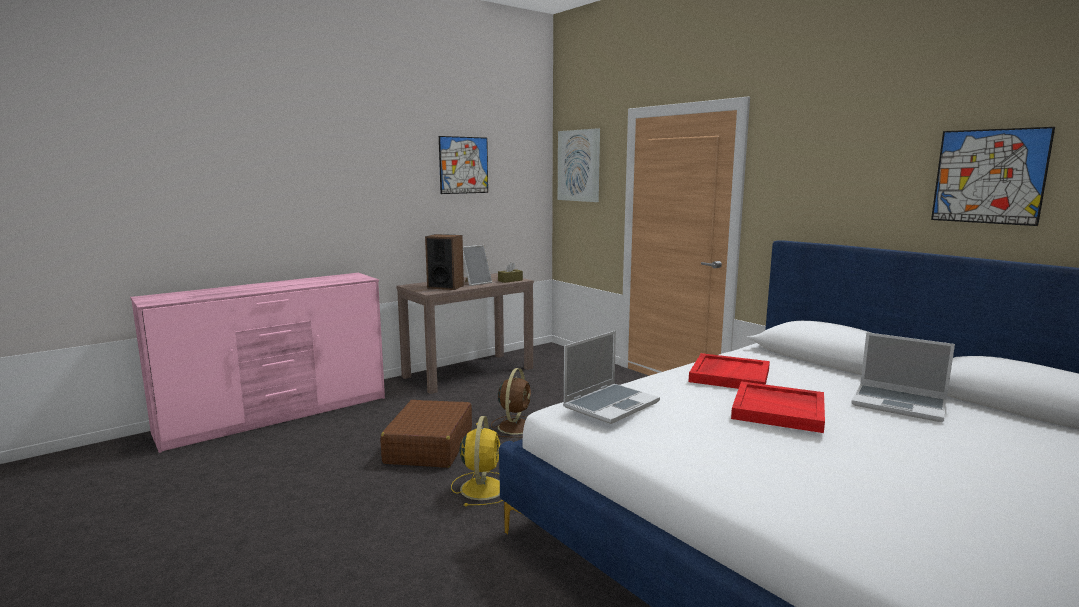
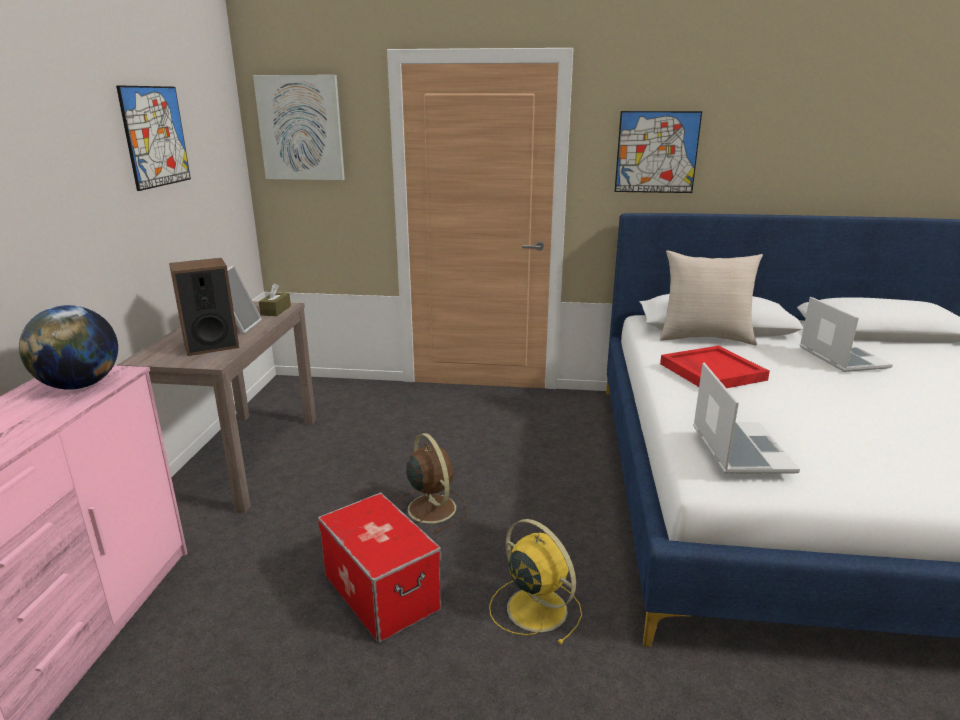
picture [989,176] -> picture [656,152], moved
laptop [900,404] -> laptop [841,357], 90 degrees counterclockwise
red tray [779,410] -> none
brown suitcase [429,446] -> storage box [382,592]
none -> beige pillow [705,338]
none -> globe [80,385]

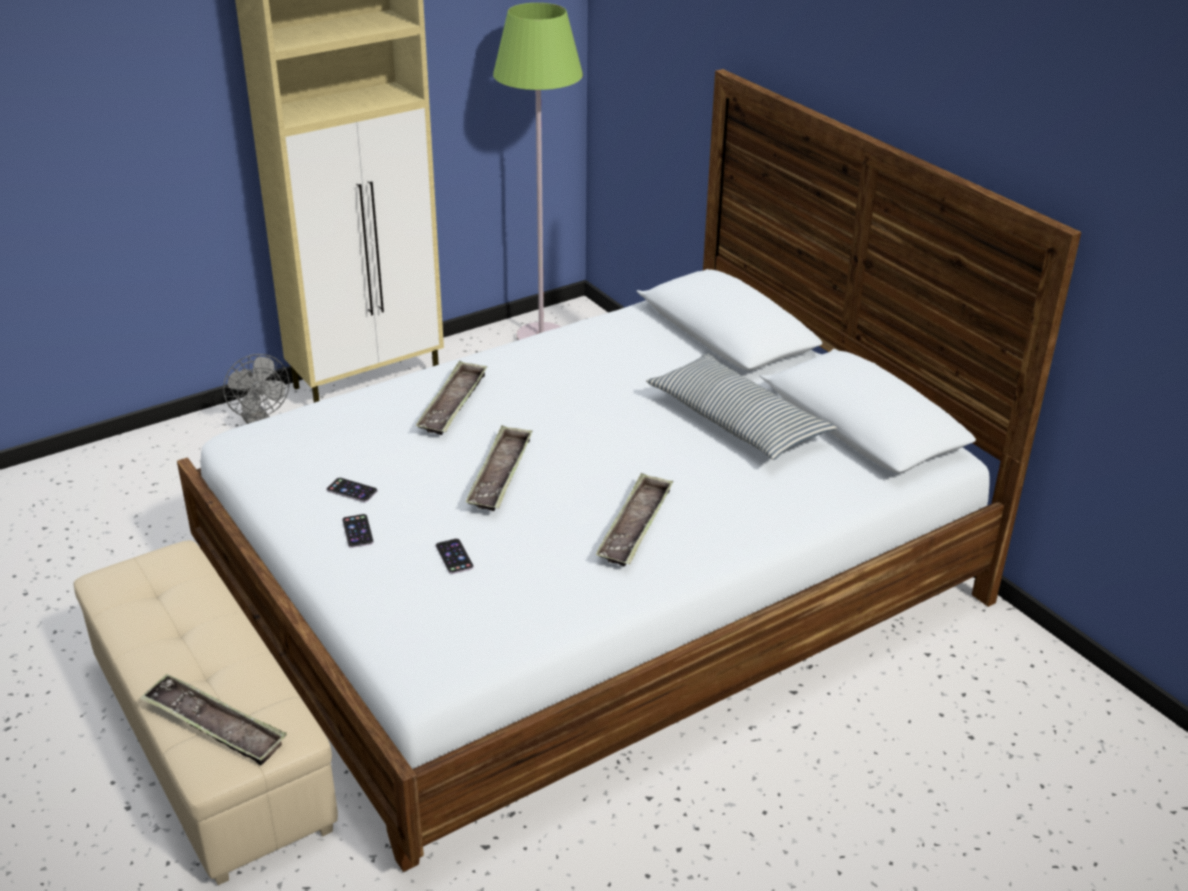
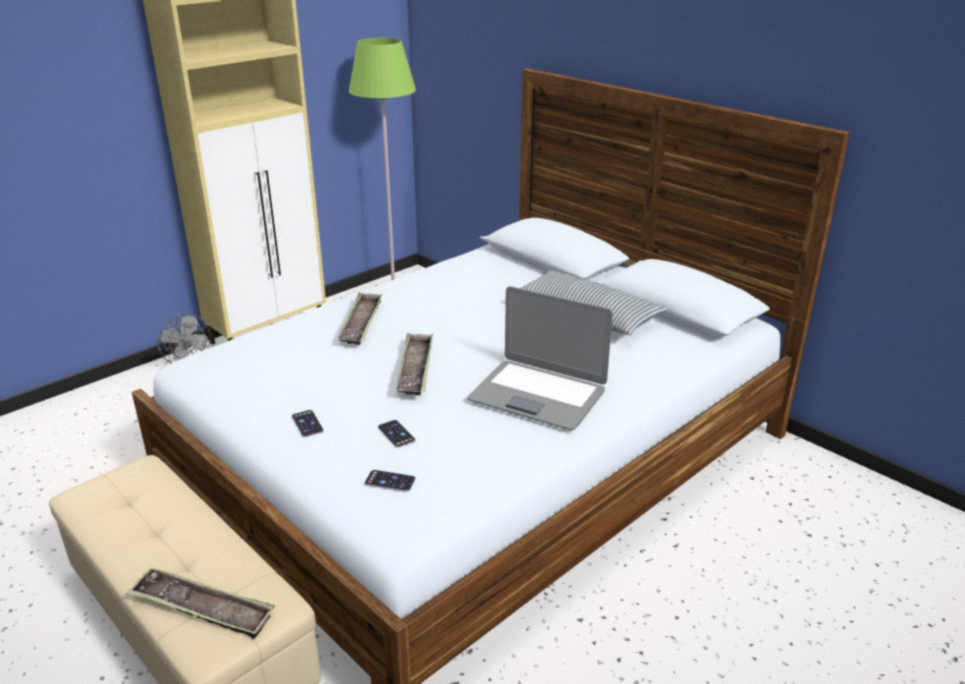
tray [635,526] -> laptop [538,395]
phone [352,490] -> phone [390,481], moved

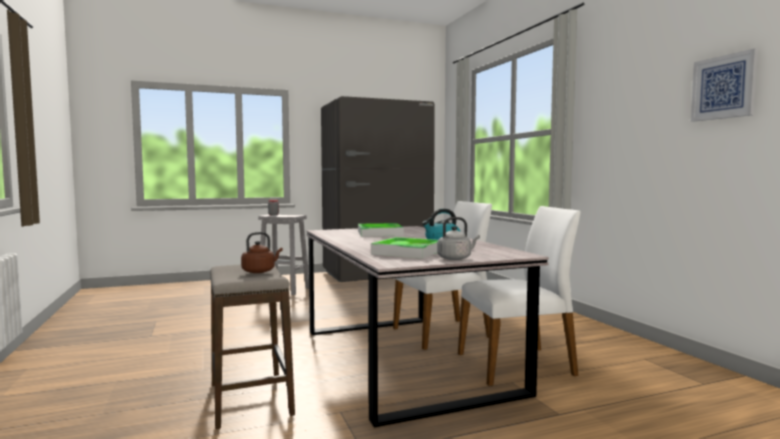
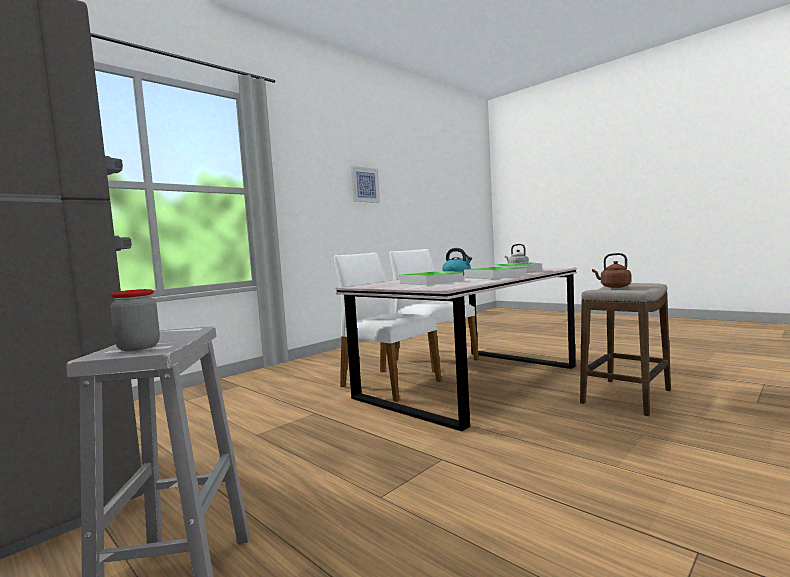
none -> tray [494,276]

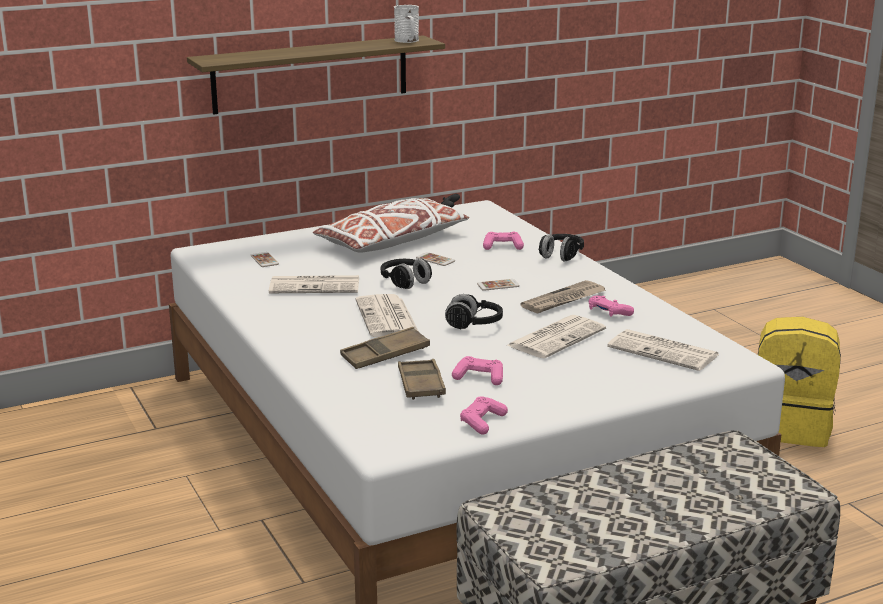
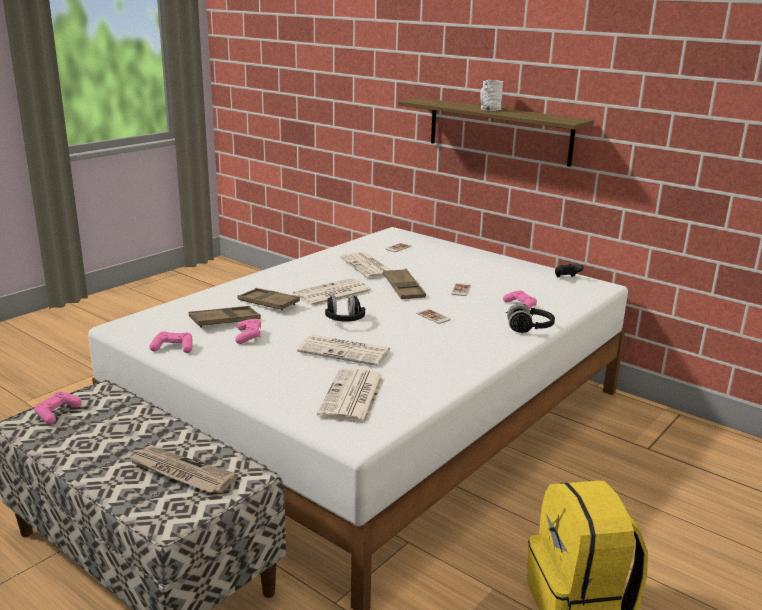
white mug [407,41] -> white mug [488,109], moved
white pillow [392,241] -> none
black headphones [405,282] -> brown tray [403,288]
newspaper [563,300] -> newspaper [180,473], moved
pink game controller [608,312] -> pink game controller [57,413], moved

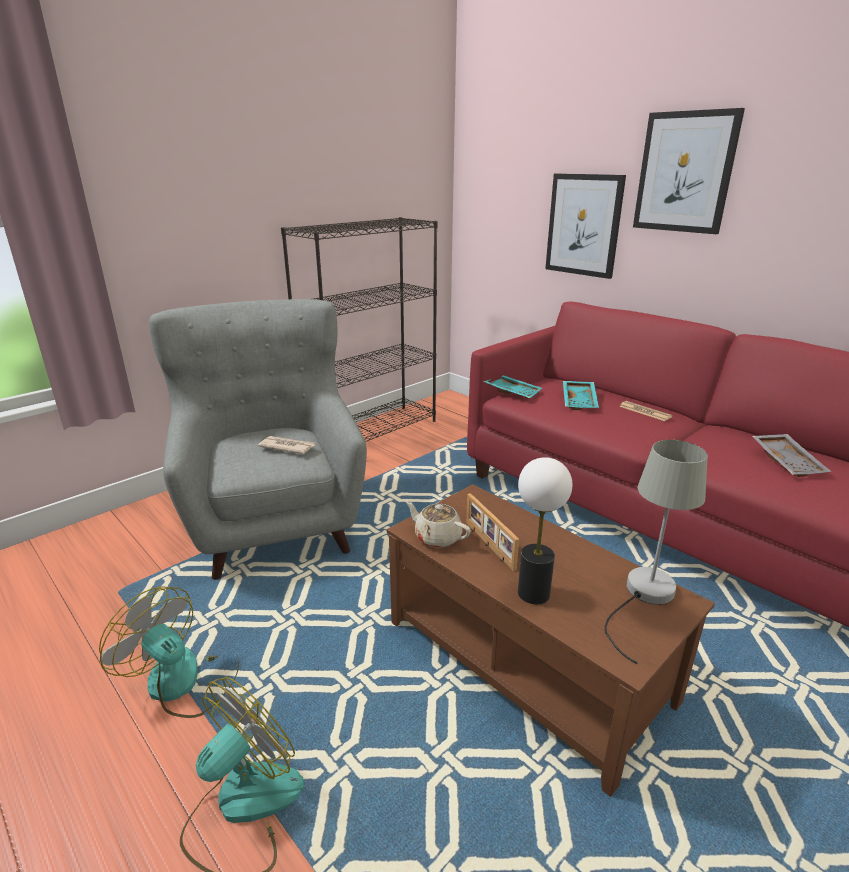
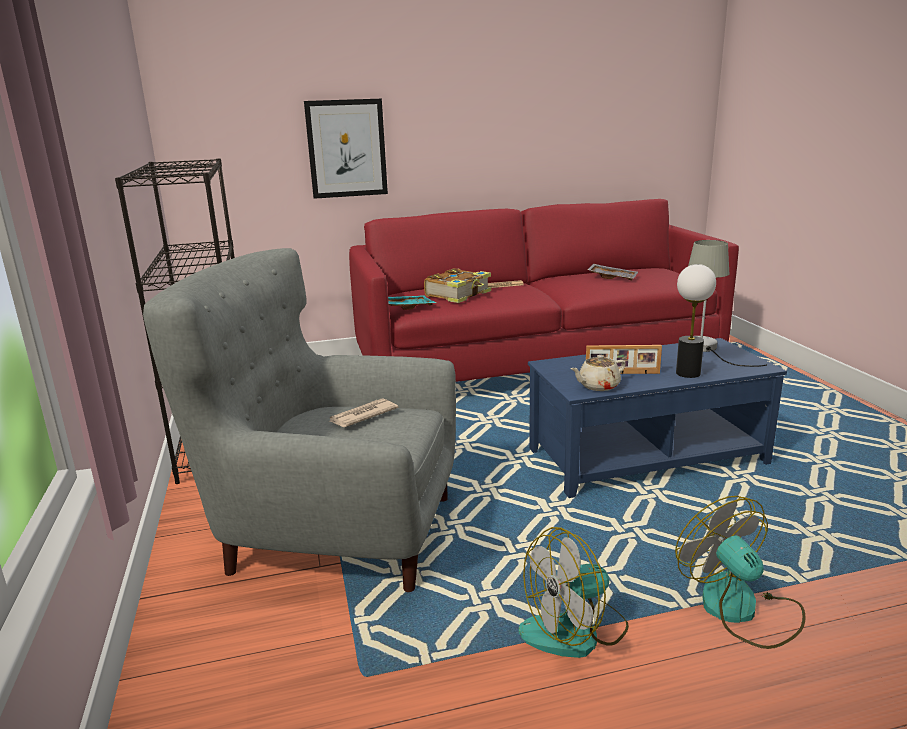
picture [685,172] -> none
turquoise tray [580,401] -> book [459,294]
brown coffee table [527,659] -> blue coffee table [645,455]

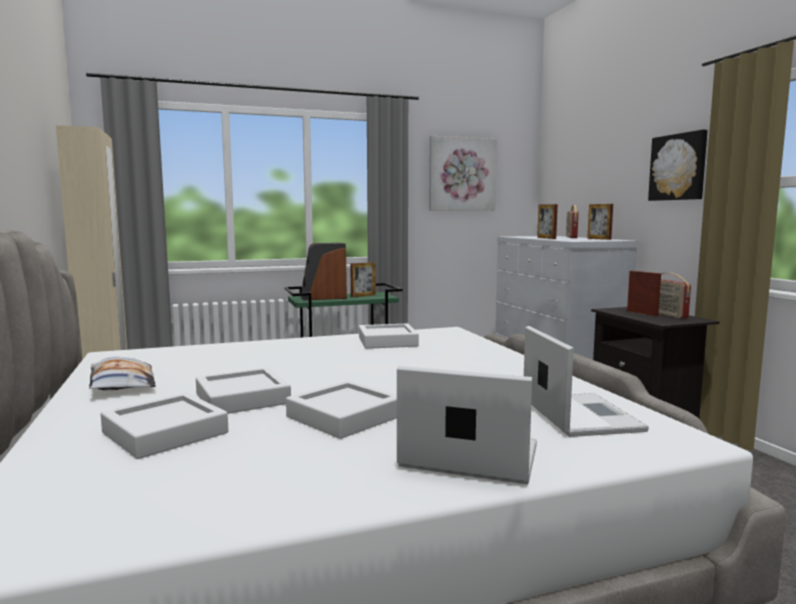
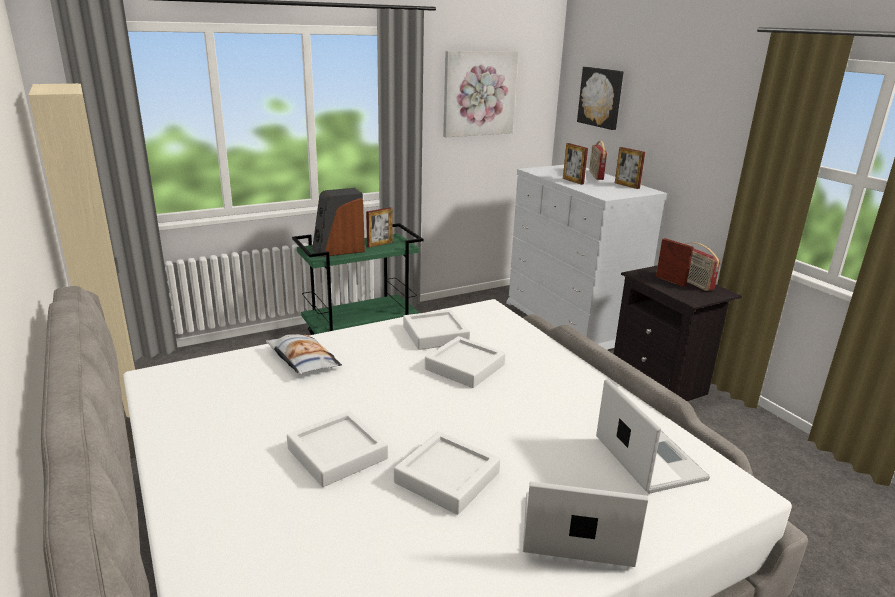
picture [678,167] -> picture [601,97], moved
pillow [121,384] -> pillow [302,360], moved
white tray [165,433] -> white tray [464,367], moved

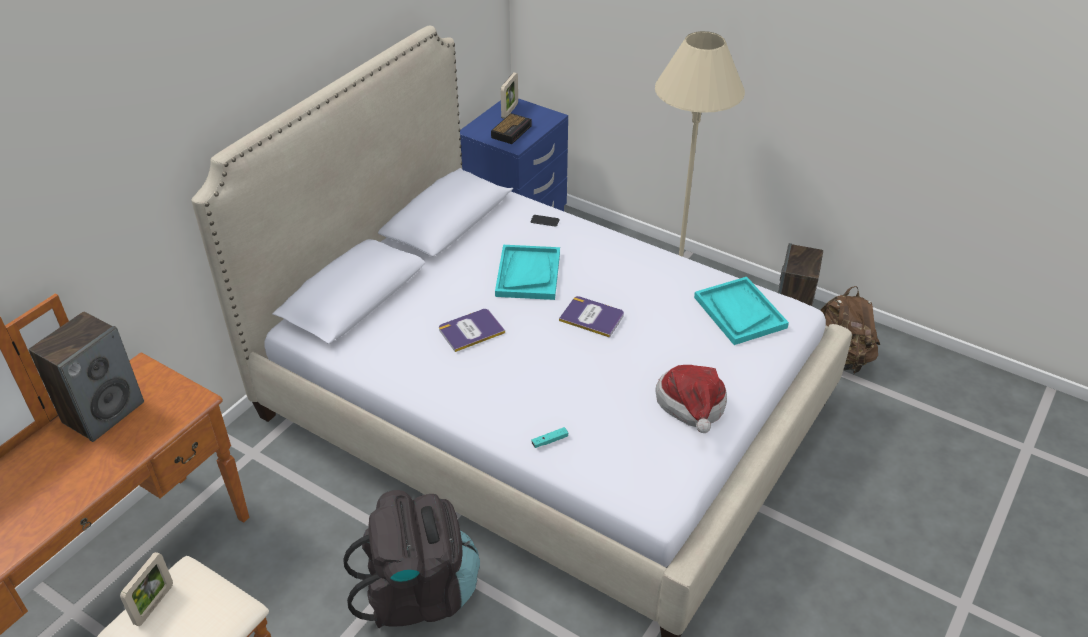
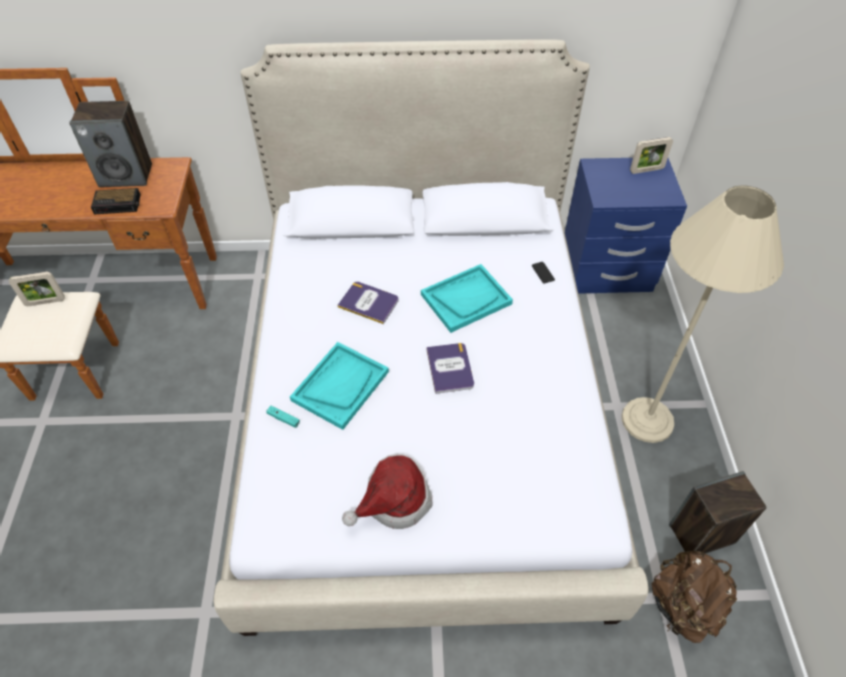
alarm clock [512,131] -> alarm clock [118,204], moved
turquoise tray [739,312] -> turquoise tray [340,386], moved
black backpack [418,593] -> none

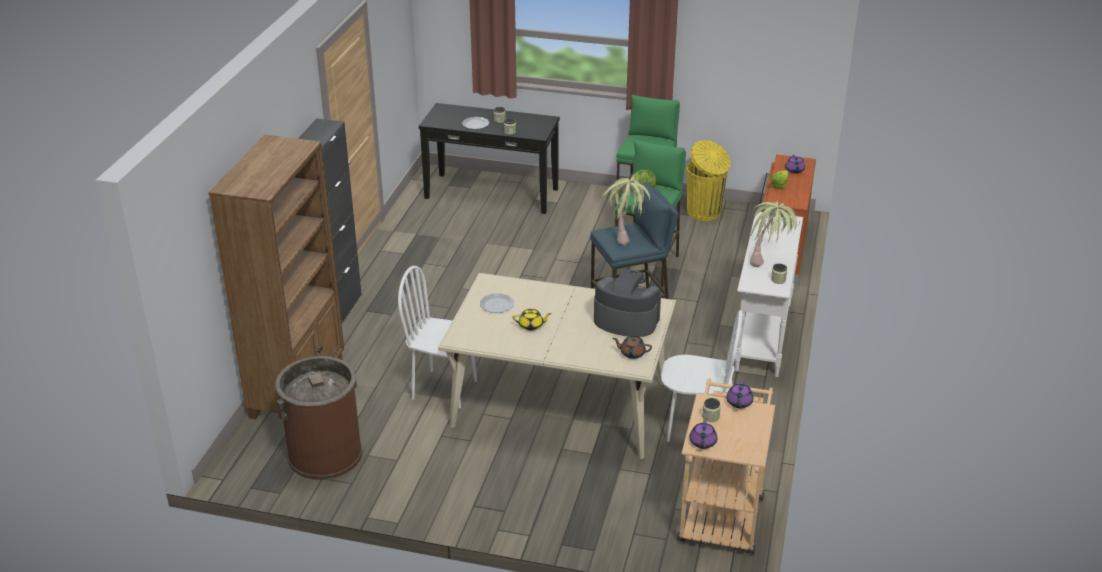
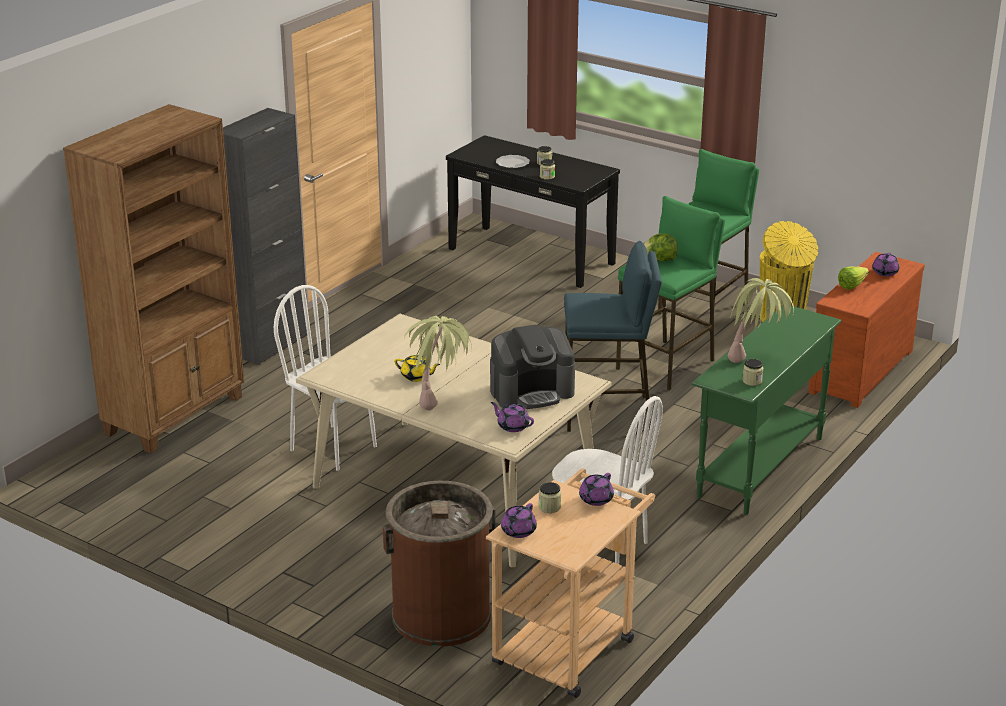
potted plant [625,236] -> potted plant [440,398], moved
white console table [762,336] -> green console table [759,467]
coffee machine [625,320] -> coffee machine [532,391], 120 degrees clockwise
plate [497,304] -> none
brown teapot [632,353] -> purple teapot [512,426]
brown trash can [325,454] -> brown trash can [441,615], moved

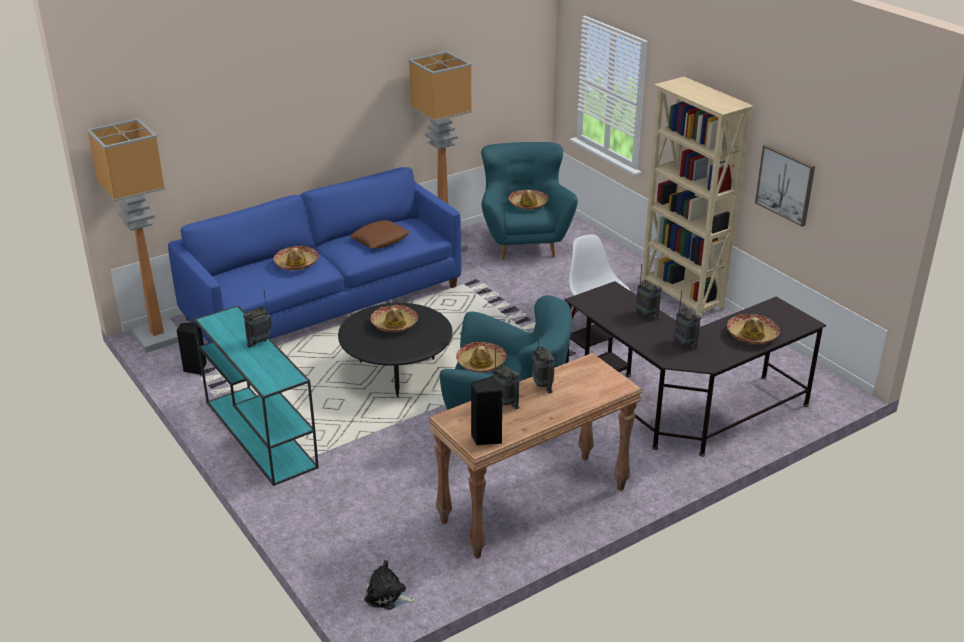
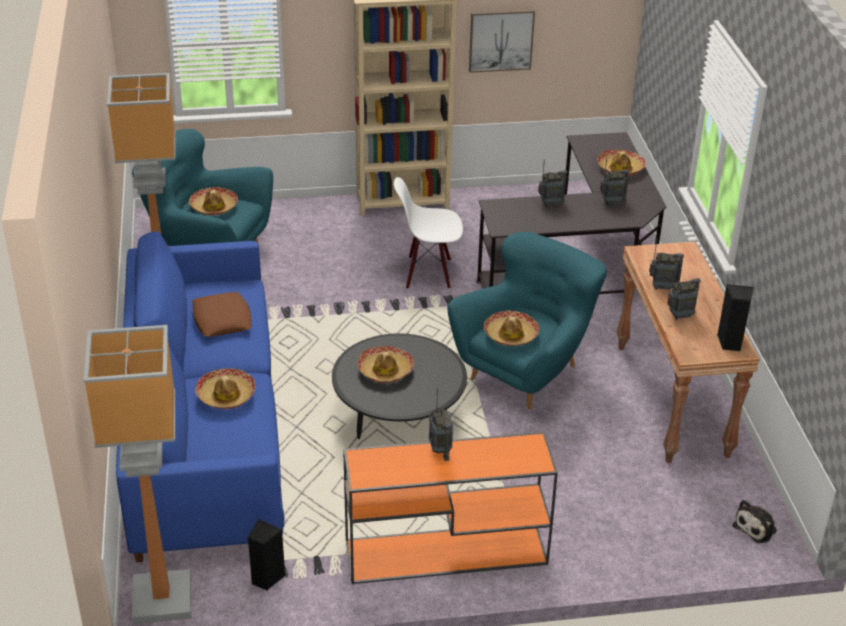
turquoise console table [259,433] -> orange console table [444,553]

